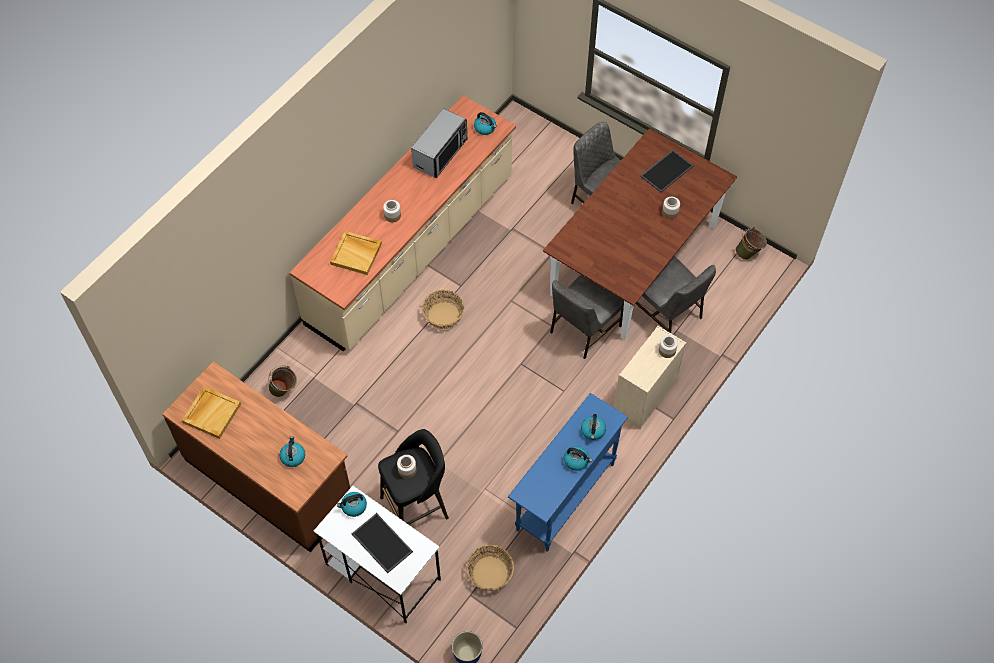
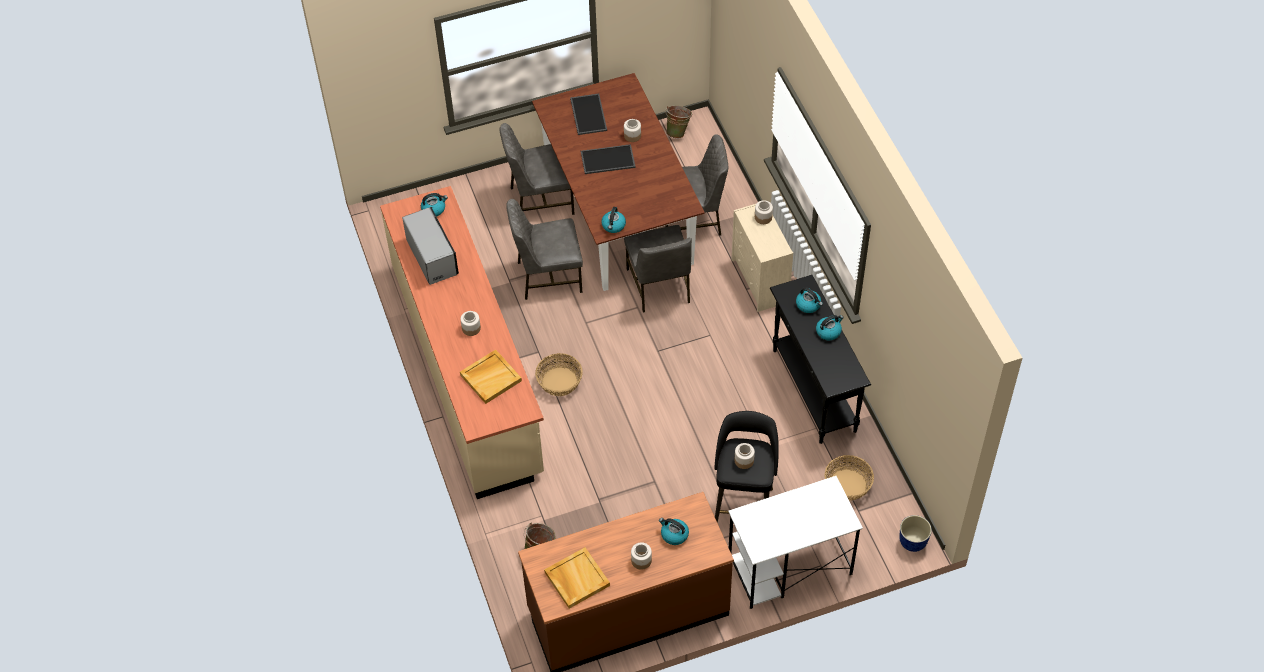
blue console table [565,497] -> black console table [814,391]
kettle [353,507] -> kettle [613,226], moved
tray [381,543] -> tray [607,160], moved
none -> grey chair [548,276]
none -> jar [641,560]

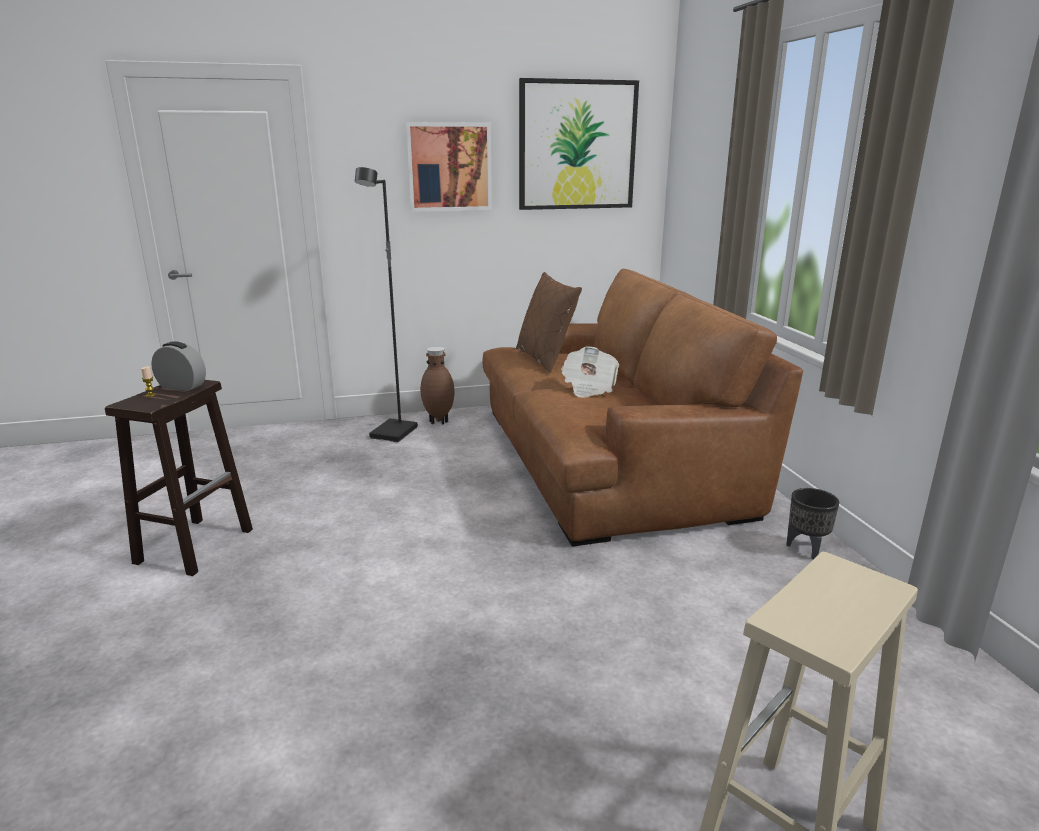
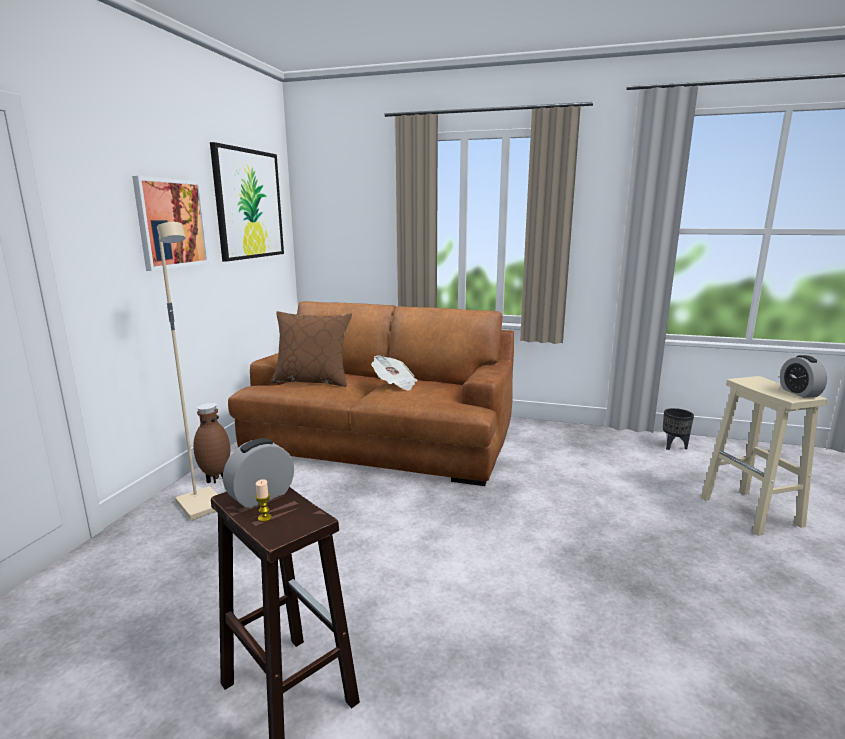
black floor lamp [394,433] -> beige floor lamp [202,505]
black planter [806,549] -> black planter [674,446], moved
none -> alarm clock [799,393]

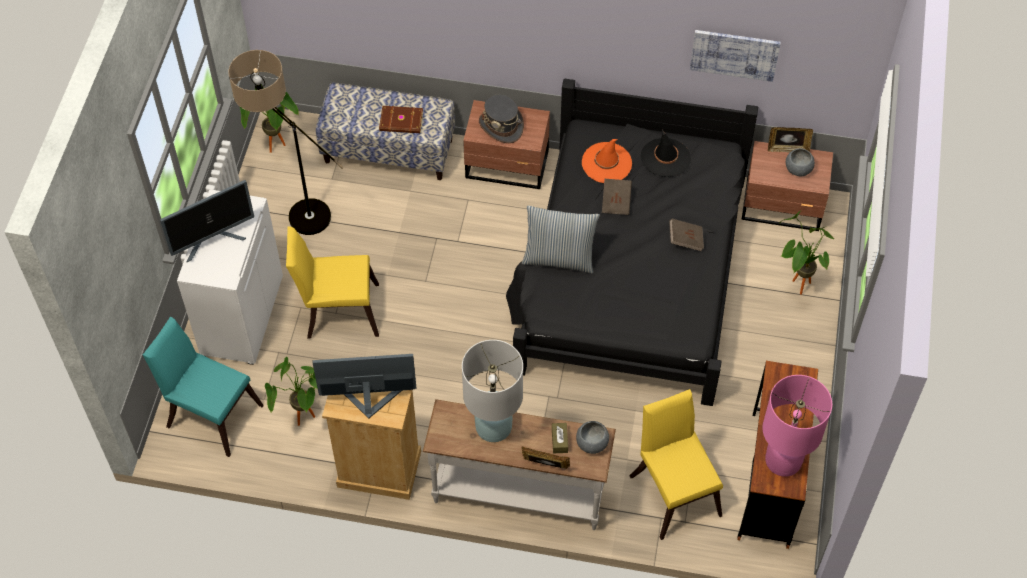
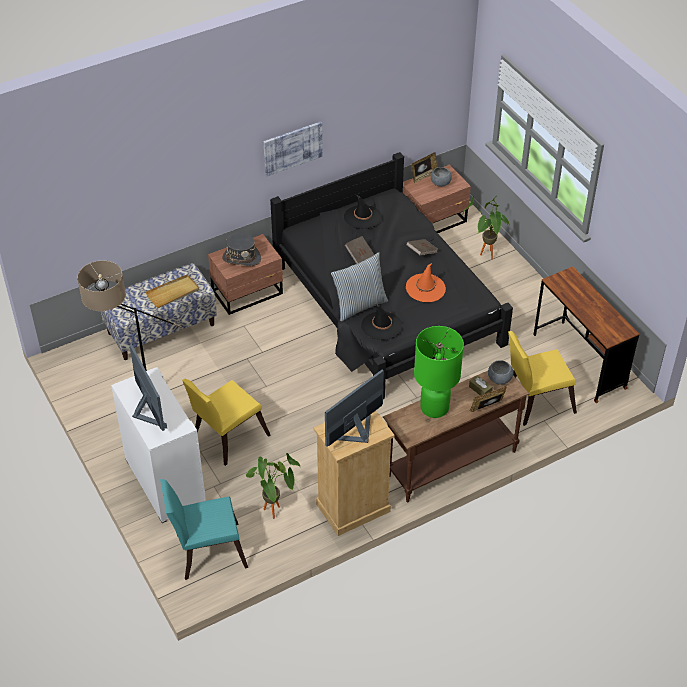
picture [734,54] -> picture [292,148], moved
potted plant [276,149] -> none
brown book [401,122] -> beige tray [173,293]
orange hat [606,163] -> orange hat [425,288], moved
monitor [213,240] -> monitor [148,411], 45 degrees counterclockwise
white table lamp [494,426] -> green table lamp [434,407]
pink table lamp [783,460] -> none
yellow chair [673,489] -> yellow chair [534,401], 45 degrees counterclockwise
white console table [519,493] -> brown console table [451,462]
none -> black hat [381,326]

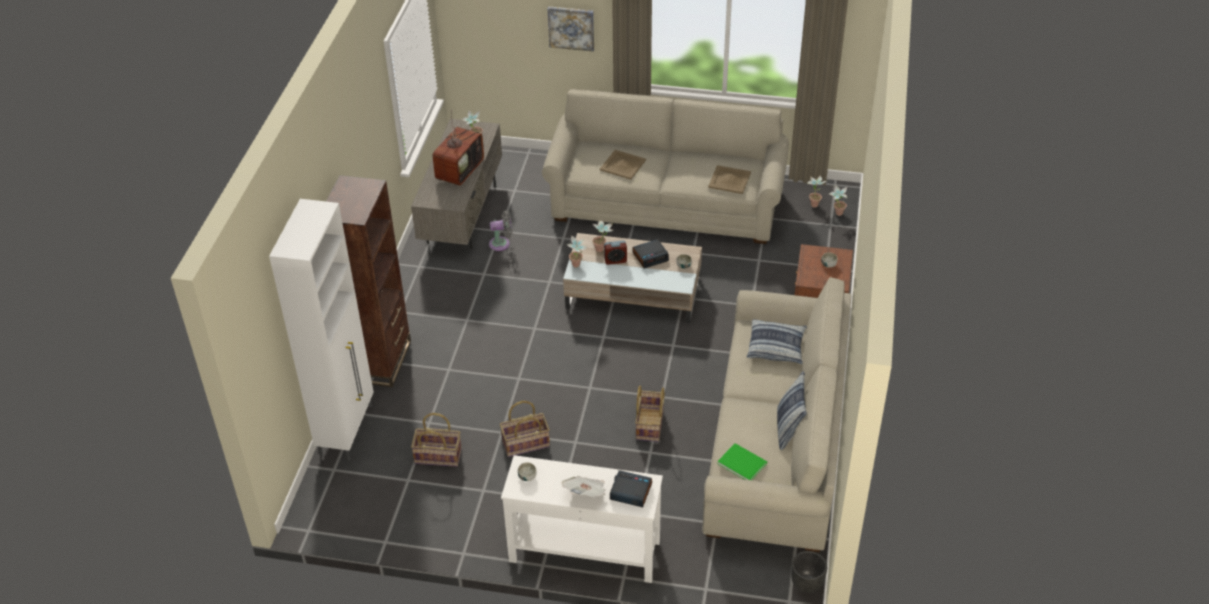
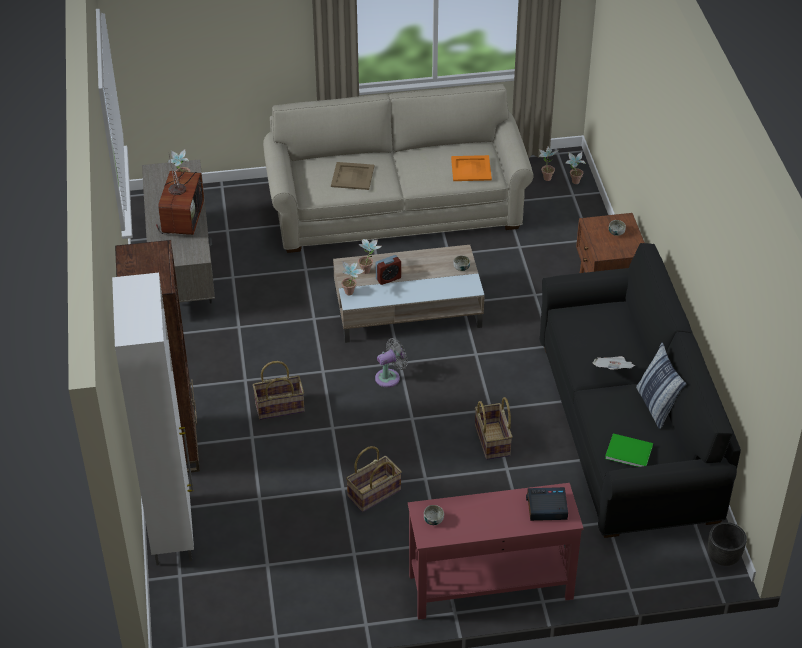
picture [571,28] -> none
beige tray [729,180] -> orange tray [470,169]
grey fan [502,244] -> grey fan [390,377], moved
alarm clock [650,256] -> none
beige sofa [776,445] -> black sofa [627,429]
pillow [776,347] -> none
basket [438,456] -> basket [280,407], moved
white console table [584,551] -> red console table [489,586]
newspaper [586,494] -> newspaper [613,371], moved

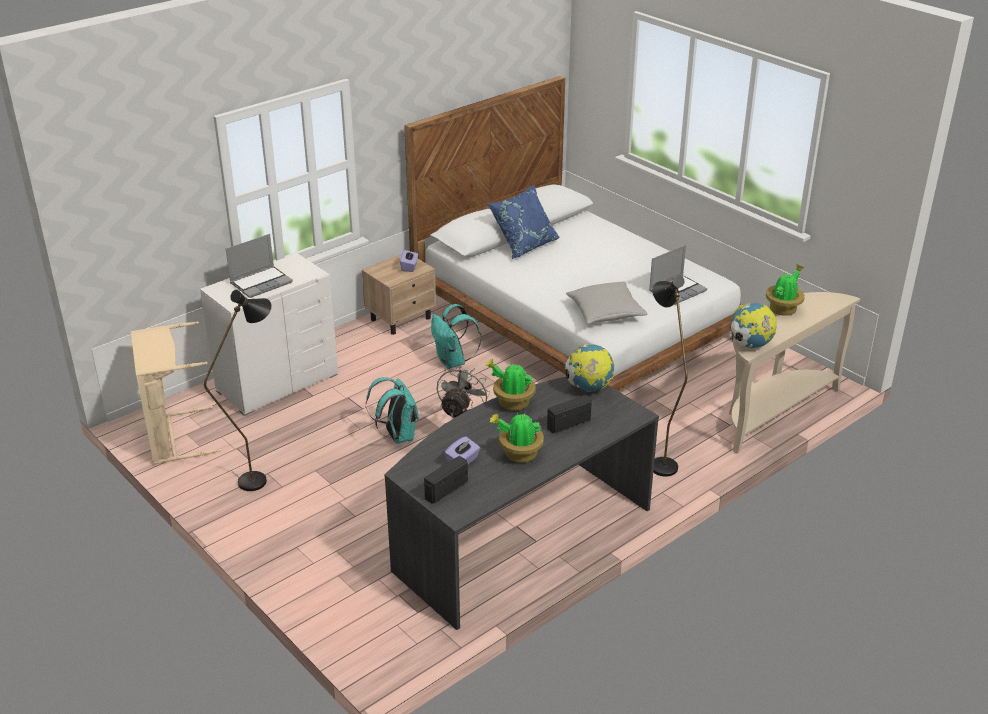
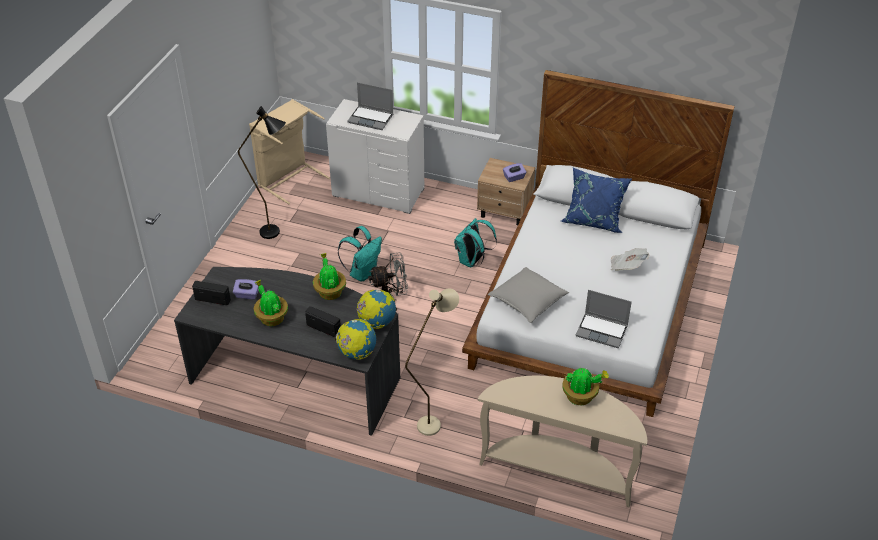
black floor lamp [659,461] -> beige floor lamp [434,420]
globe [750,345] -> globe [357,353], moved
none -> newspaper [627,266]

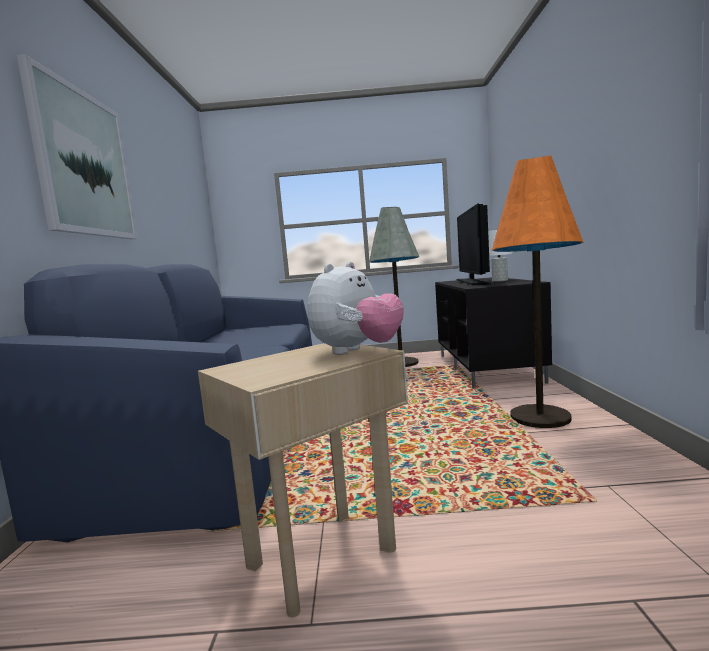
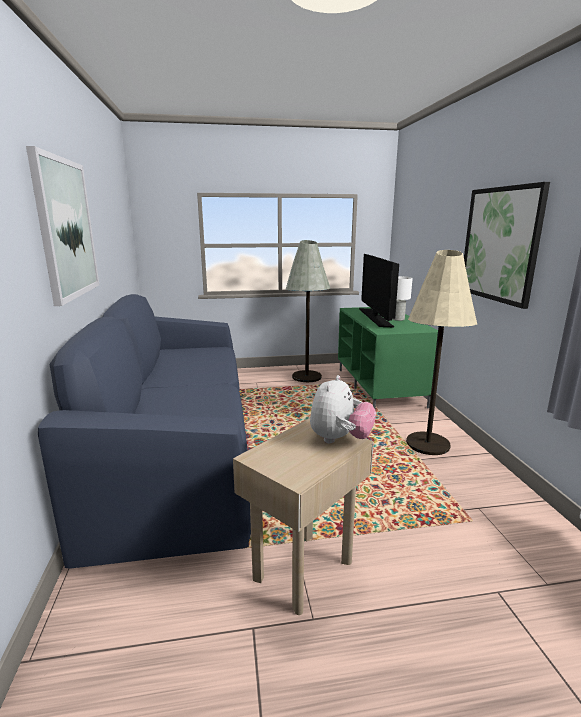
orange floor lamp [540,417] -> beige floor lamp [427,444]
black tv stand [488,368] -> green tv stand [380,387]
none -> picture [500,244]

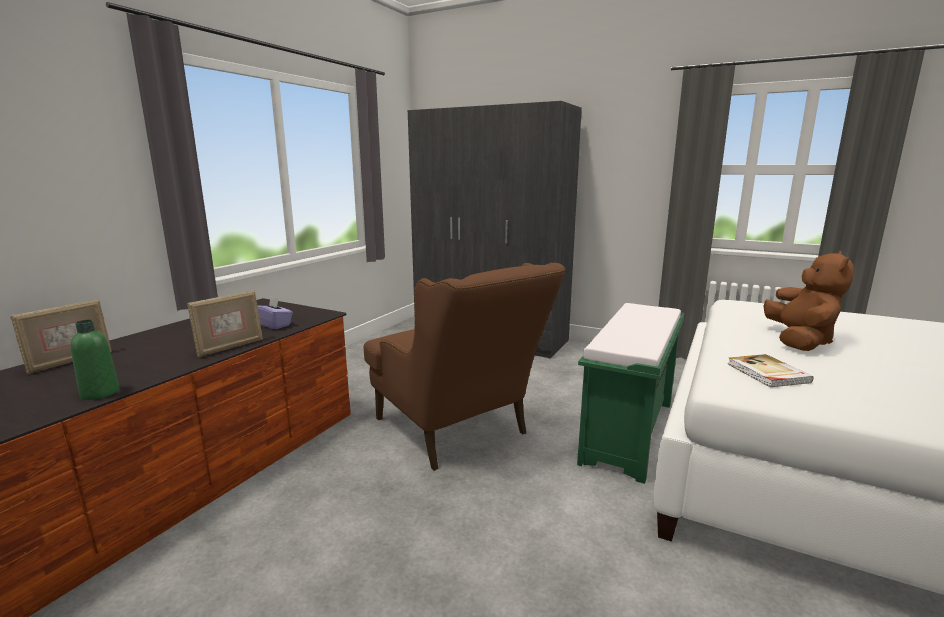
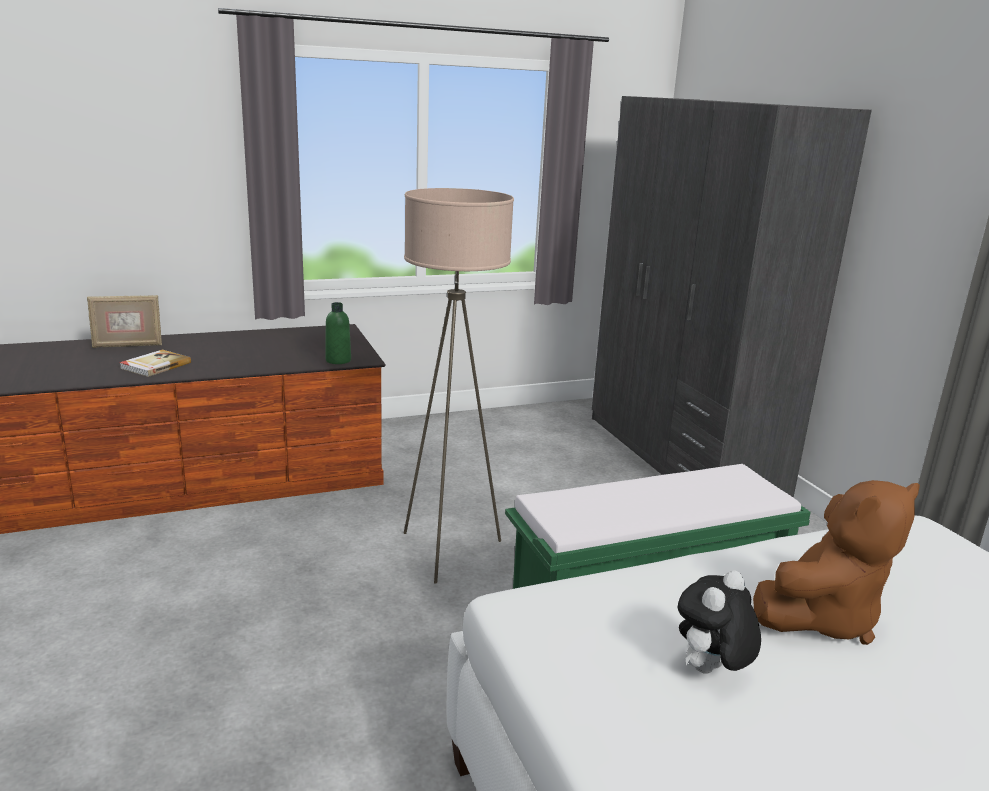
brown armchair [458,432] -> beige floor lamp [447,551]
picture frame [230,347] -> none
purple tissue box [274,325] -> none
green bottle [100,393] -> green bottle [338,360], moved
book [767,373] -> book [155,365], moved
none -> plush toy [710,672]

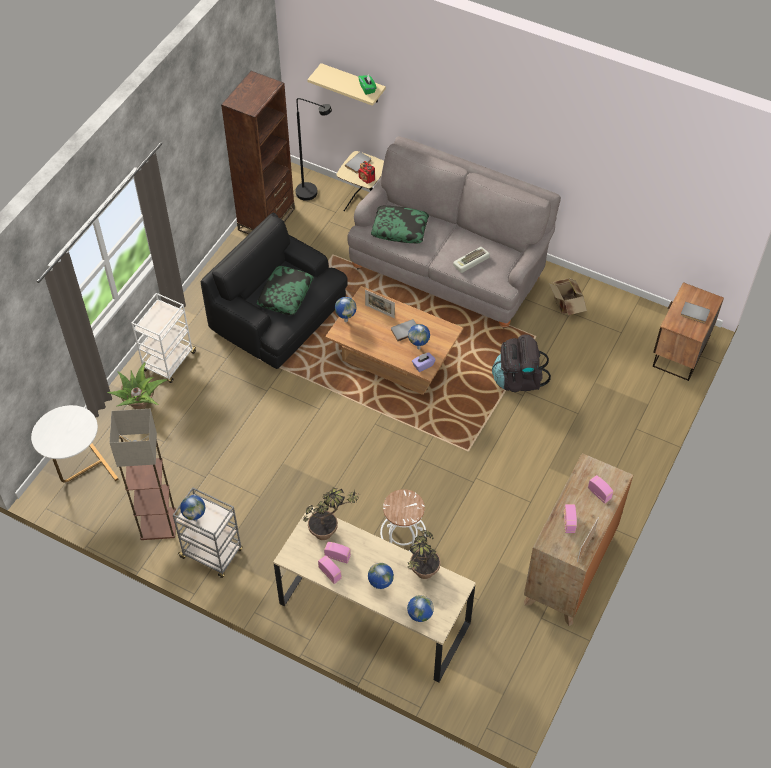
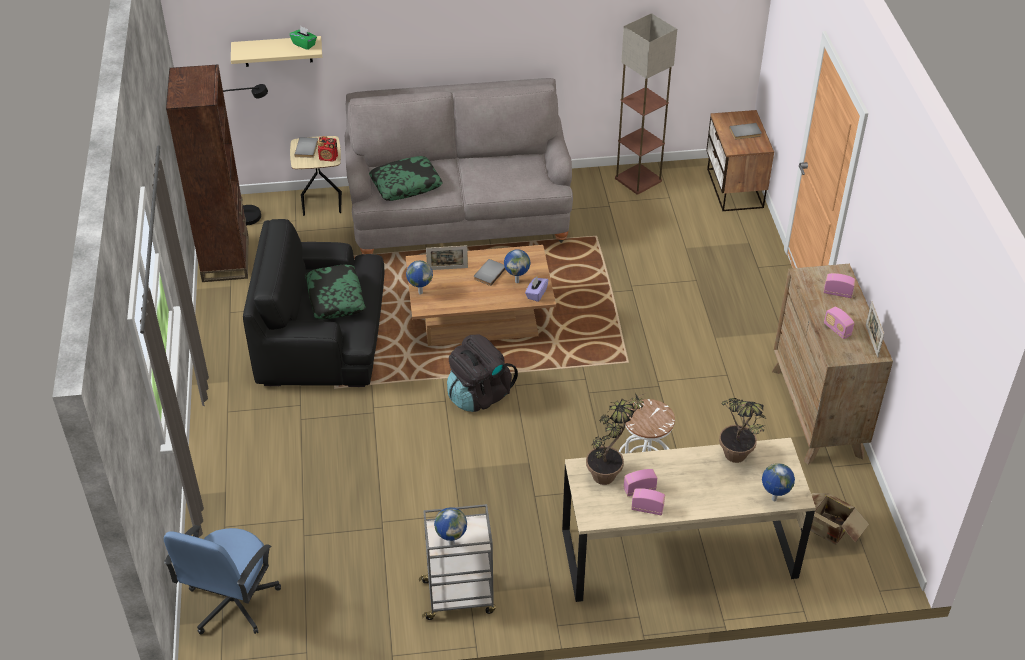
keyboard [471,262] -> none
cardboard box [565,306] -> cardboard box [829,532], moved
white cart [169,362] -> none
black backpack [518,379] -> black backpack [479,395], moved
potted plant [140,403] -> none
white side table [80,473] -> blue office chair [232,602]
floor lamp [157,524] -> floor lamp [638,180], moved
globe [380,587] -> none

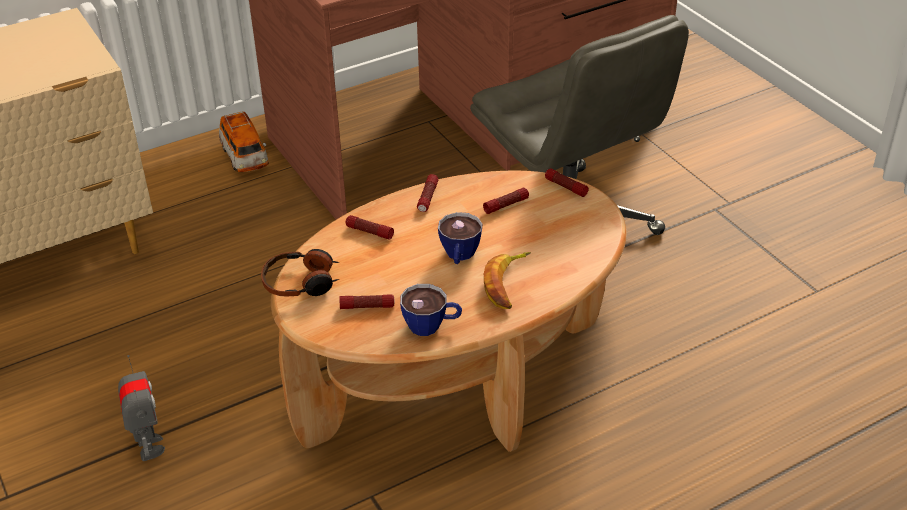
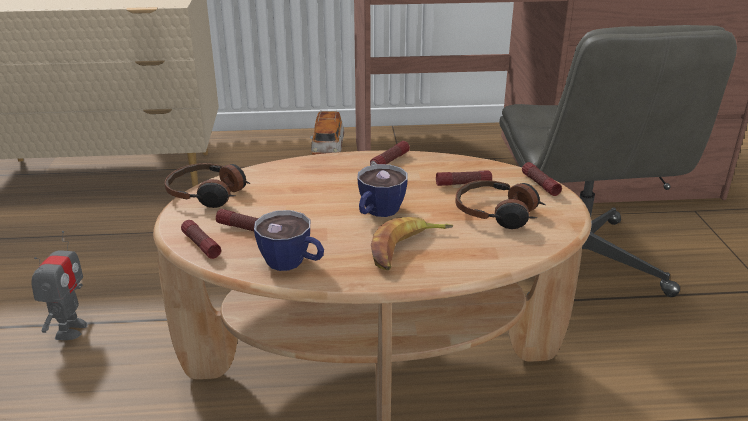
flashlight [369,232] -> flashlight [201,245], moved
none -> headphones [497,213]

